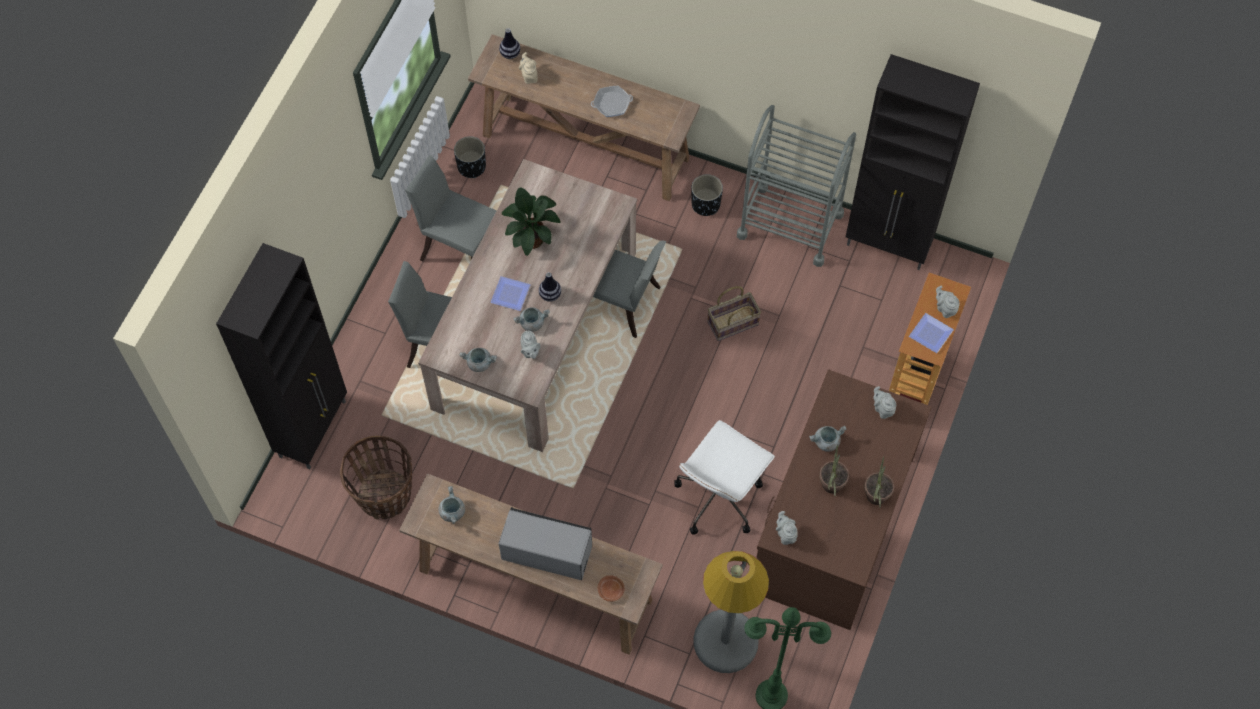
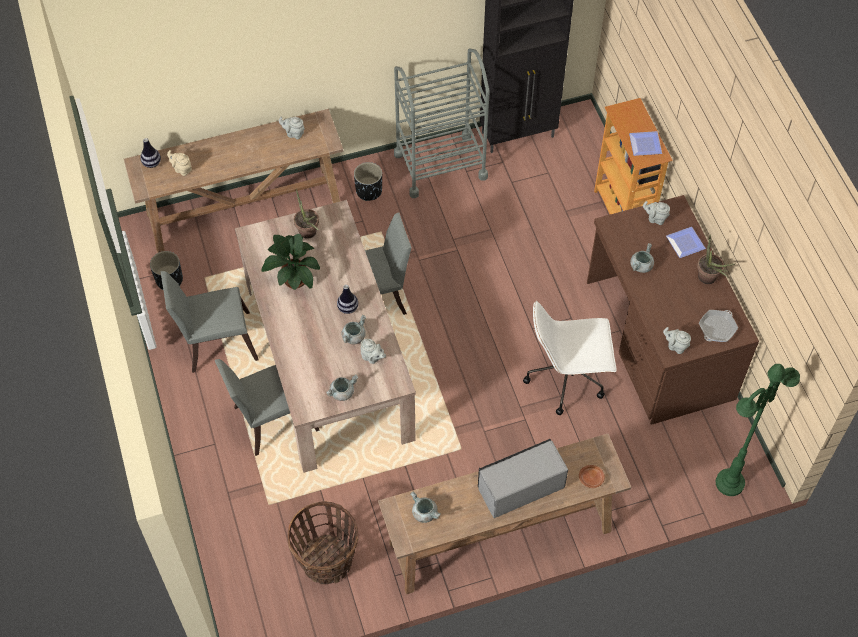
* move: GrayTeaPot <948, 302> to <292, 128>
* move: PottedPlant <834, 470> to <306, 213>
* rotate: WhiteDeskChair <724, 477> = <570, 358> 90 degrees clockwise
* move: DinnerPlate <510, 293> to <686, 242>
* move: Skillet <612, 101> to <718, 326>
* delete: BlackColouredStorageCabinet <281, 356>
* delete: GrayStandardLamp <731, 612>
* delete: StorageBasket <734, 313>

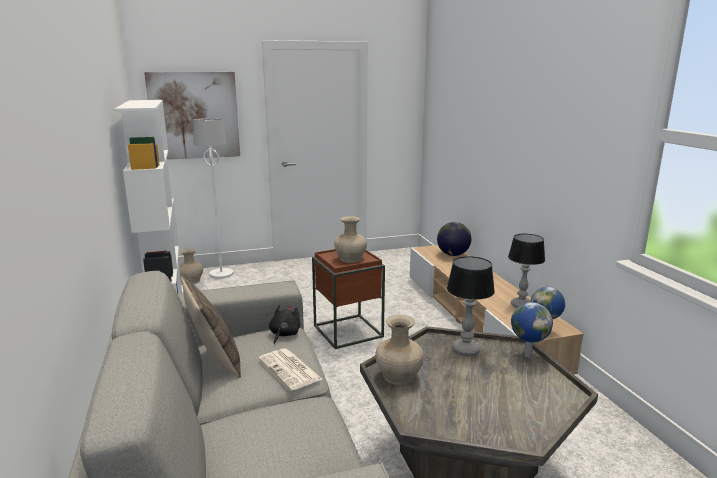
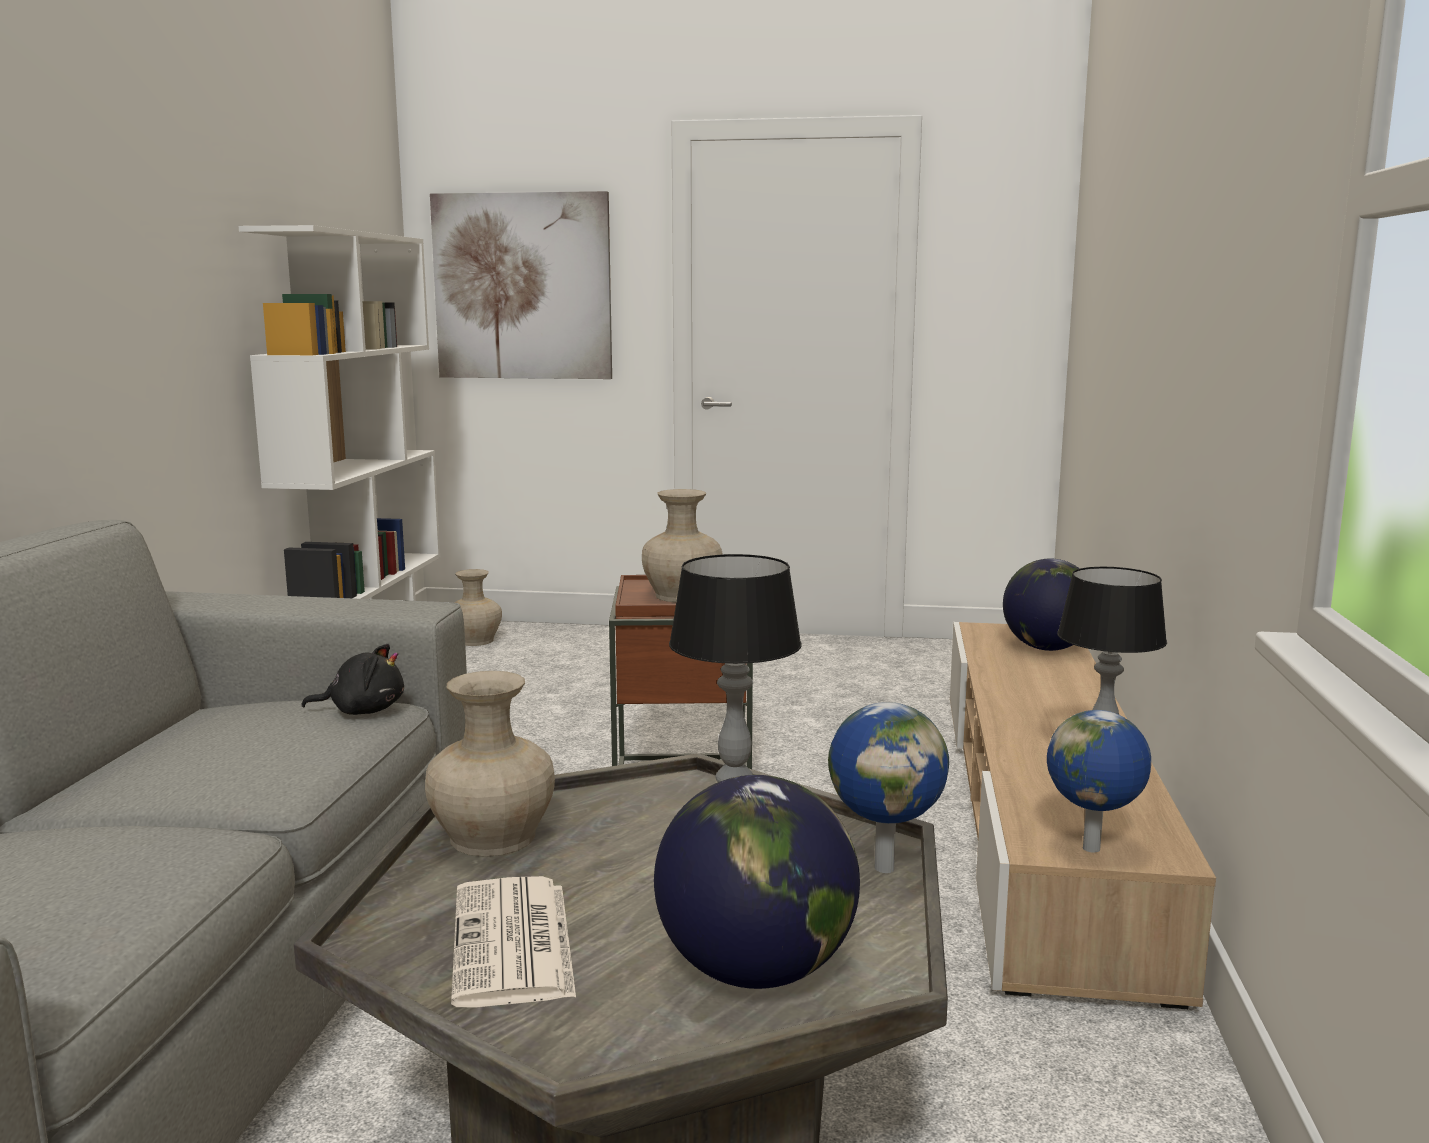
* rotate: BlackColouredSoftToy <284, 324> = <353, 679> 45 degrees clockwise
* move: PrintedPaper <290, 369> to <513, 942>
* insert: DeskGlobe <757, 882>
* delete: ThrowPillow <211, 327>
* delete: WhiteStandardLamp <213, 198>

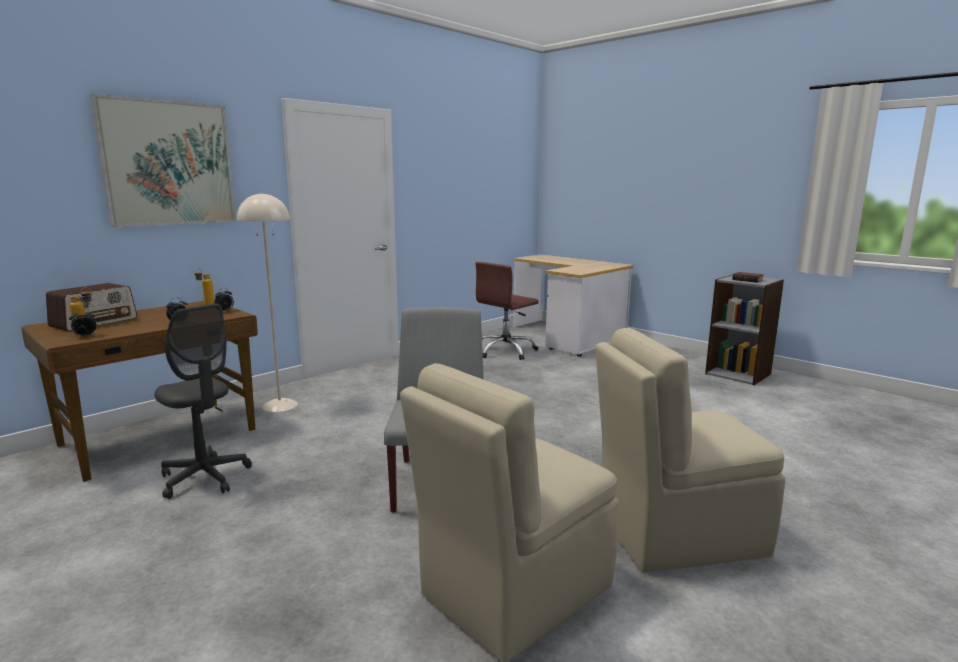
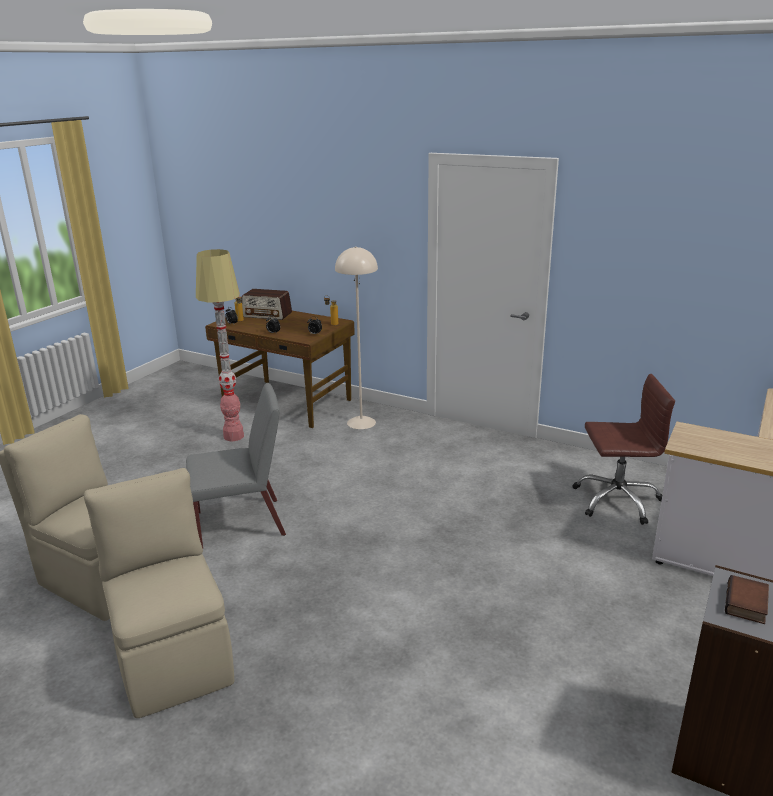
* replace: GrayDeskChair <203, 401> to StandardLamp <220, 345>
* rotate: BrownishDeskChair <507, 311> = <623, 449> 150 degrees clockwise
* delete: WallArt <163, 160>

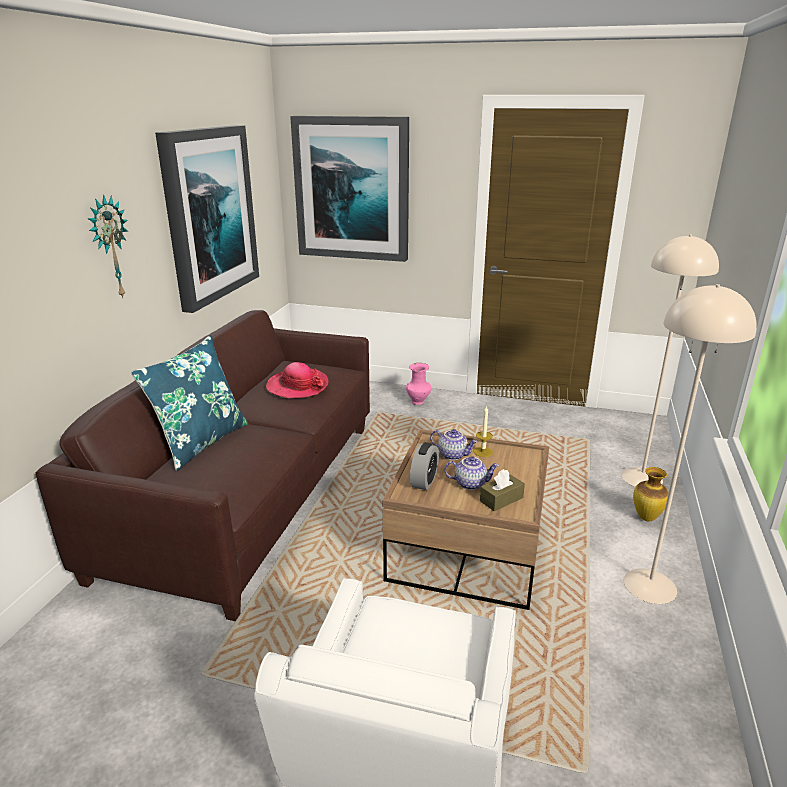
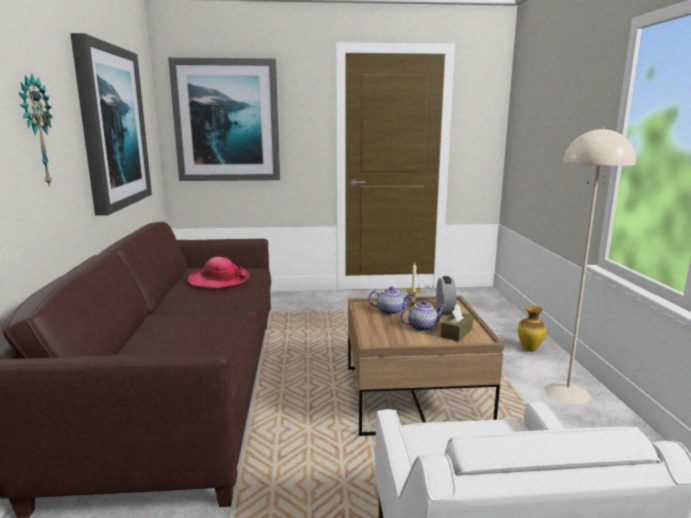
* move: TableClock <424, 466> to <446, 295>
* delete: BlueThrowPillow <189, 403>
* delete: PinkDecorativeVase <419, 384>
* delete: SandColouredStandardLamp <670, 361>

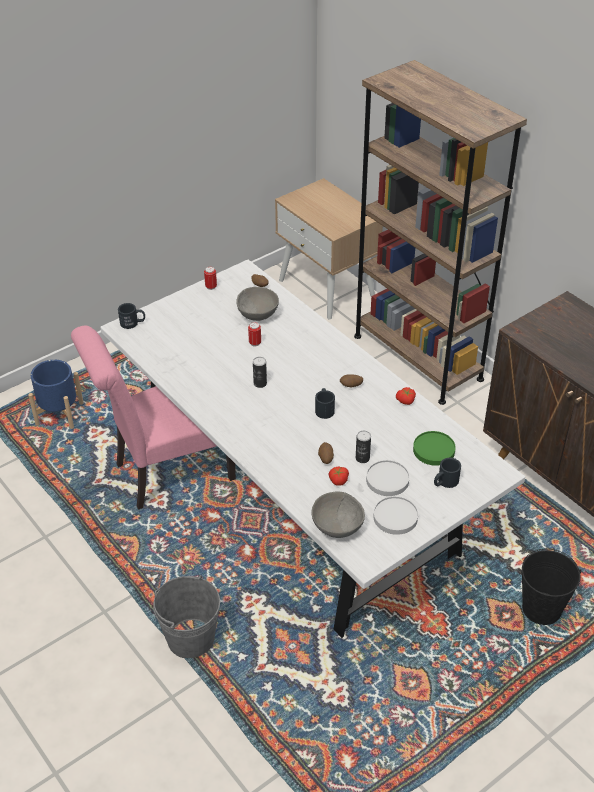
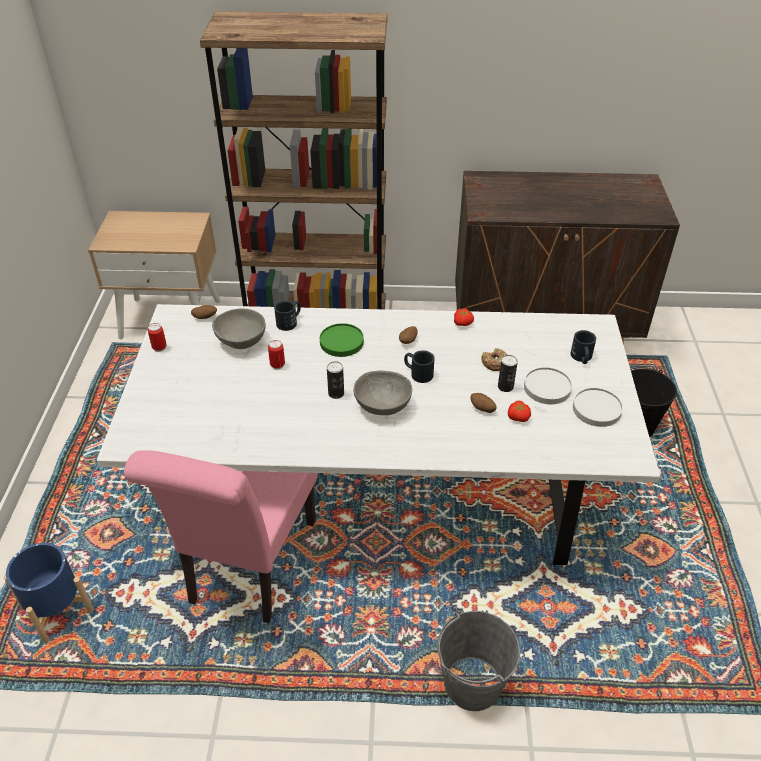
* move: BlackColouredCoffeeMug <131, 316> to <287, 315>
* move: GreenishDinnerPlate <434, 448> to <342, 340>
* move: GrayDeepDish <338, 515> to <382, 392>
* insert: Donut <494, 359>

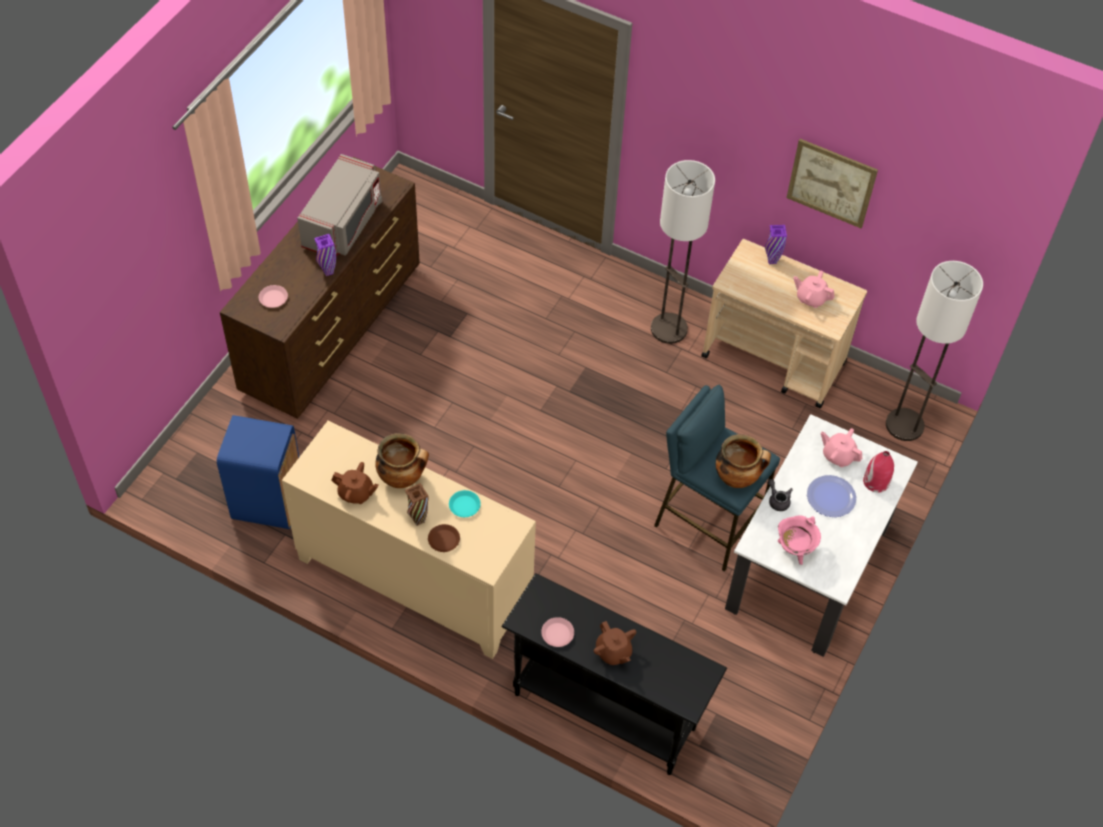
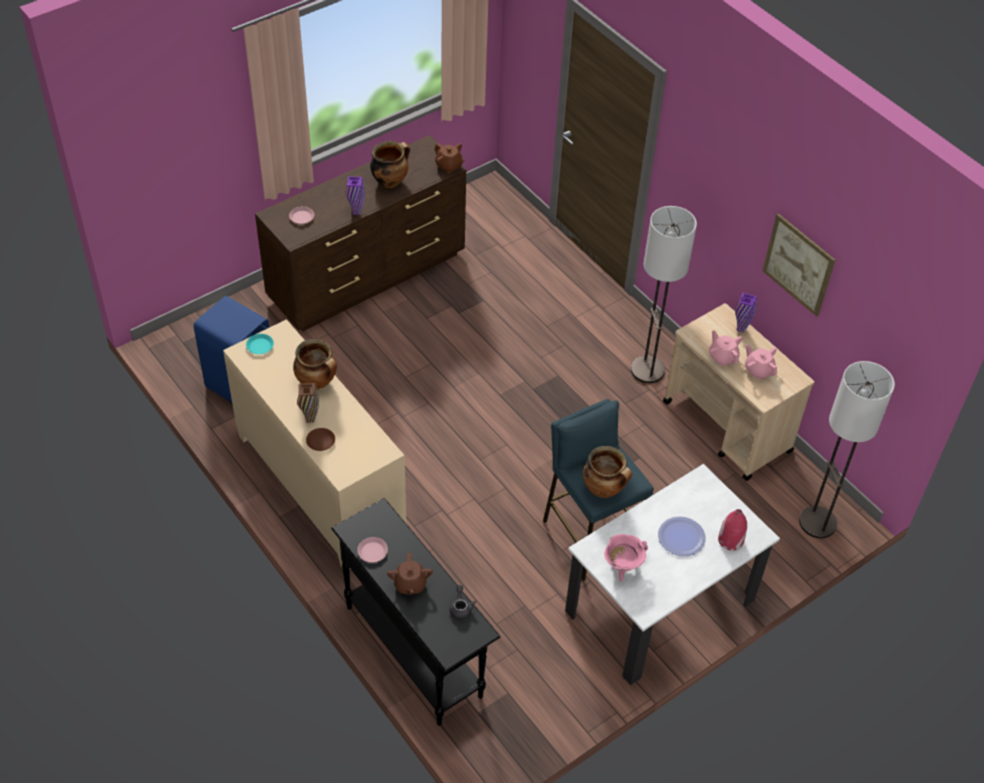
* move: TurquoiseDinnerPlate <465, 503> to <260, 344>
* replace: GrayMicrowaveOven <339, 205> to Saucepot <390, 164>
* move: BrownishTeaPot <354, 483> to <450, 158>
* move: GrayTeaPot <780, 495> to <463, 602>
* move: PinkTeaPot <841, 447> to <725, 348>

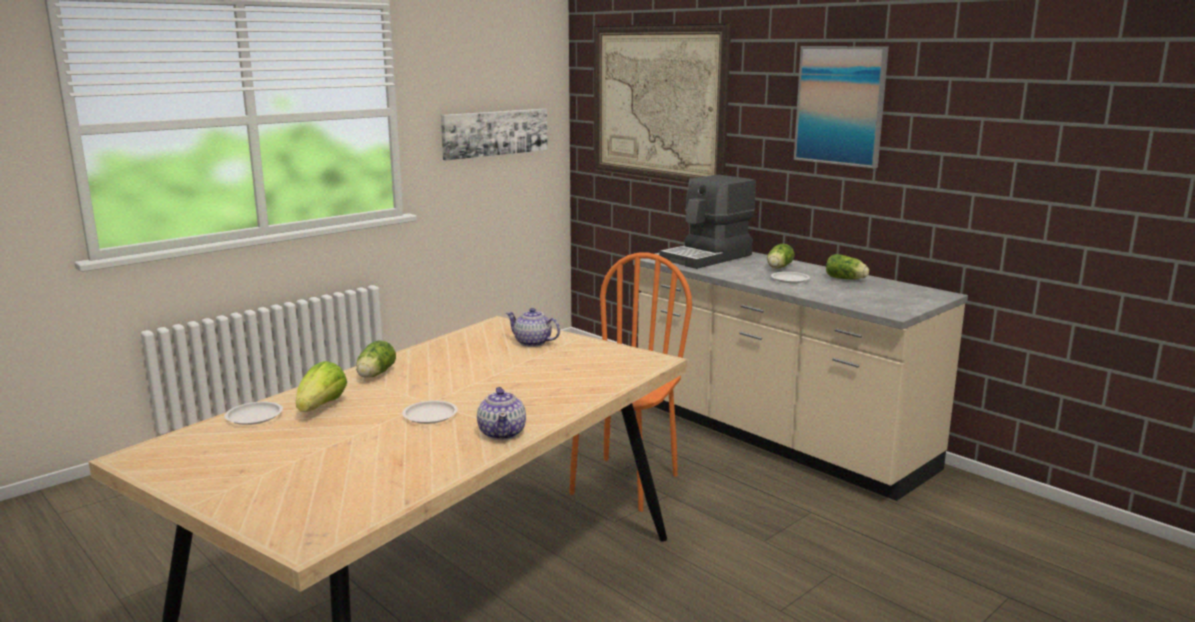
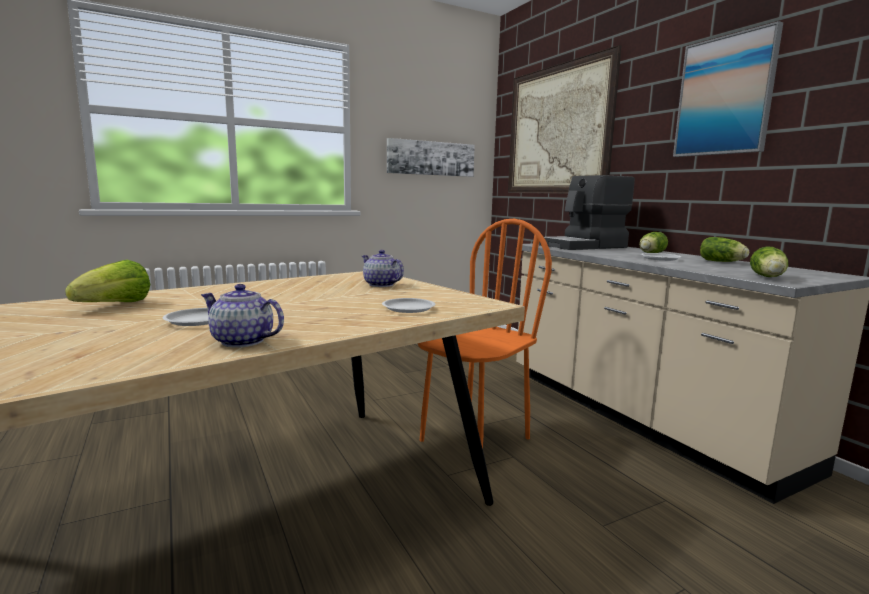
* rotate: TeaPot <501, 413> = <242, 315> 105 degrees clockwise
* move: WhiteDinnerPlate <253, 413> to <408, 305>
* move: Lettuce <376, 359> to <769, 261>

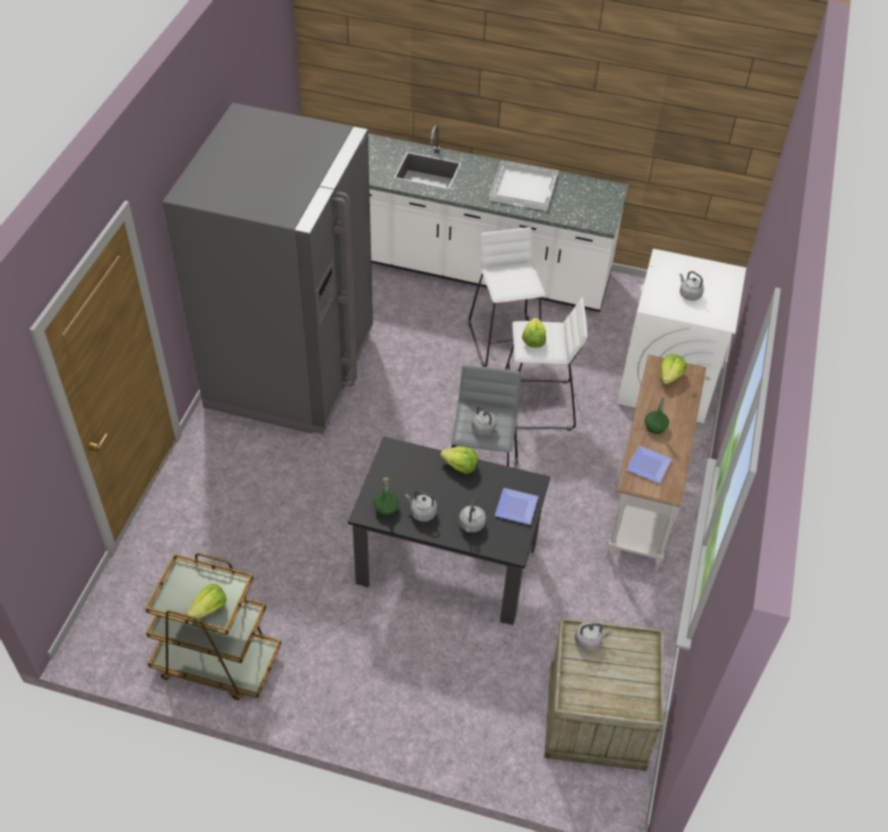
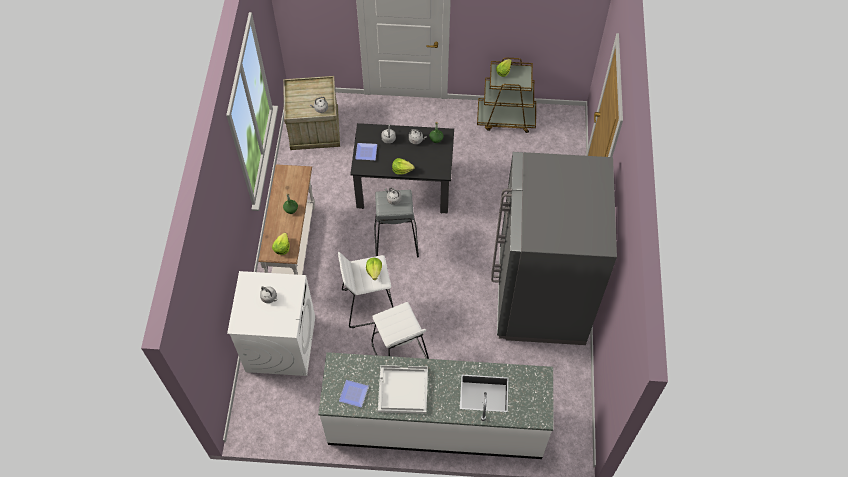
* move: DinnerPlate <649, 464> to <354, 393>

